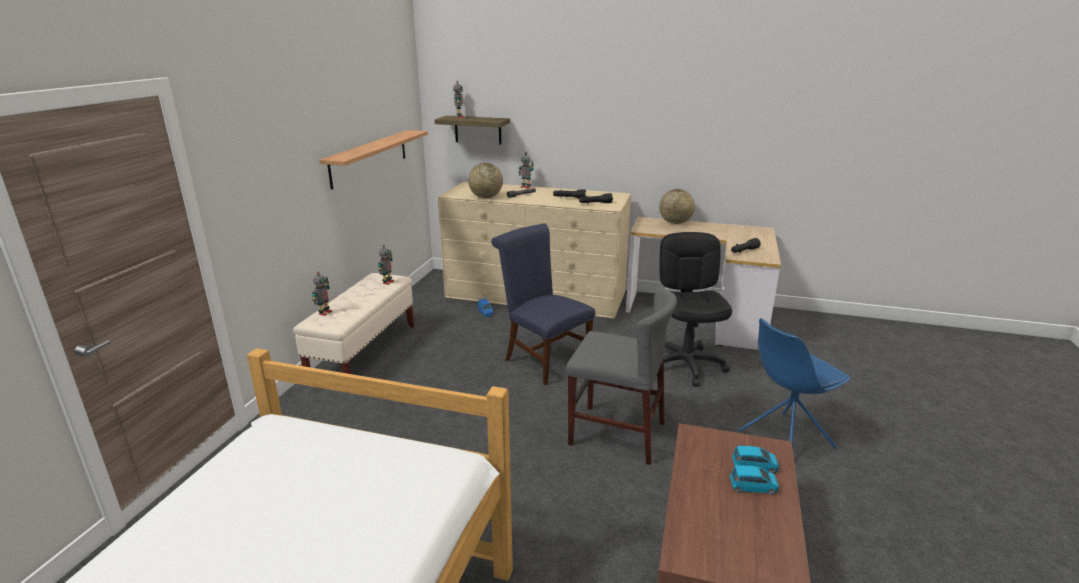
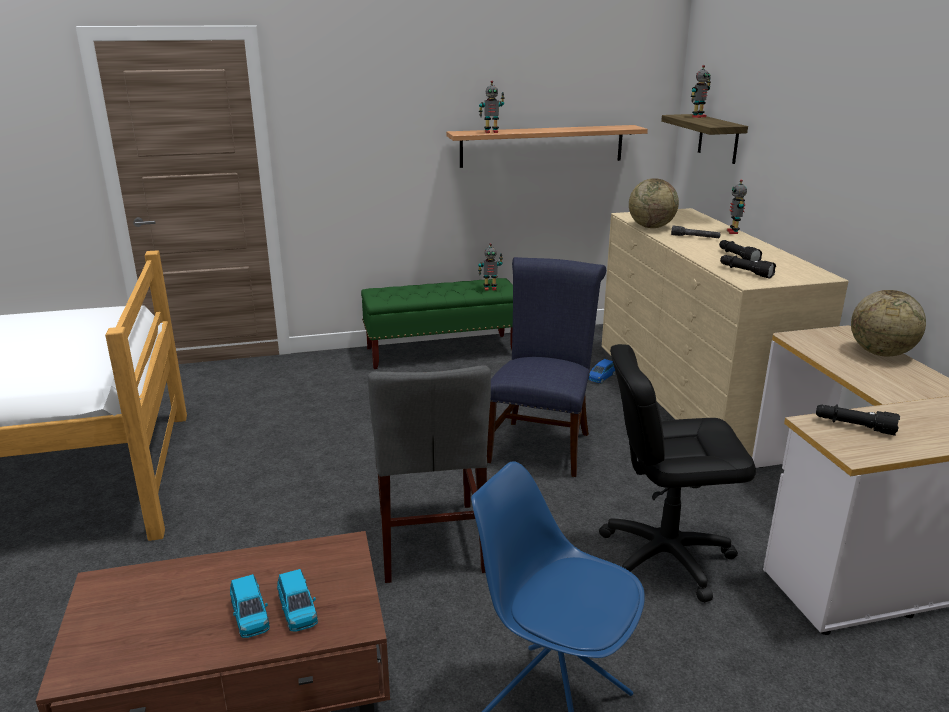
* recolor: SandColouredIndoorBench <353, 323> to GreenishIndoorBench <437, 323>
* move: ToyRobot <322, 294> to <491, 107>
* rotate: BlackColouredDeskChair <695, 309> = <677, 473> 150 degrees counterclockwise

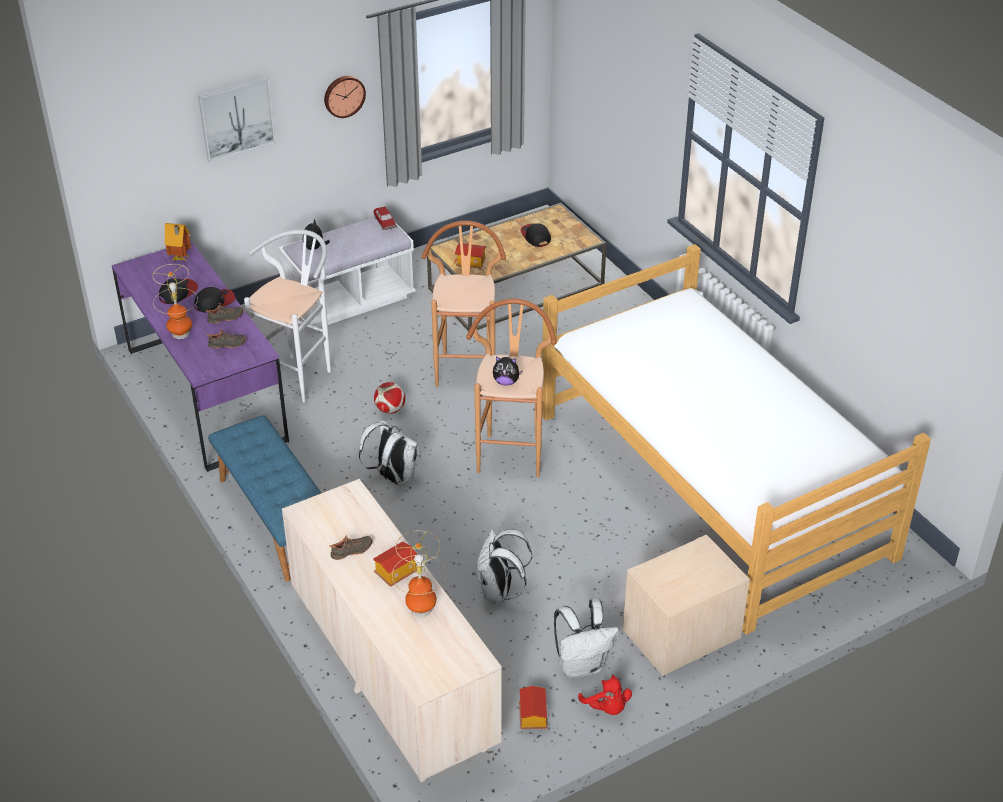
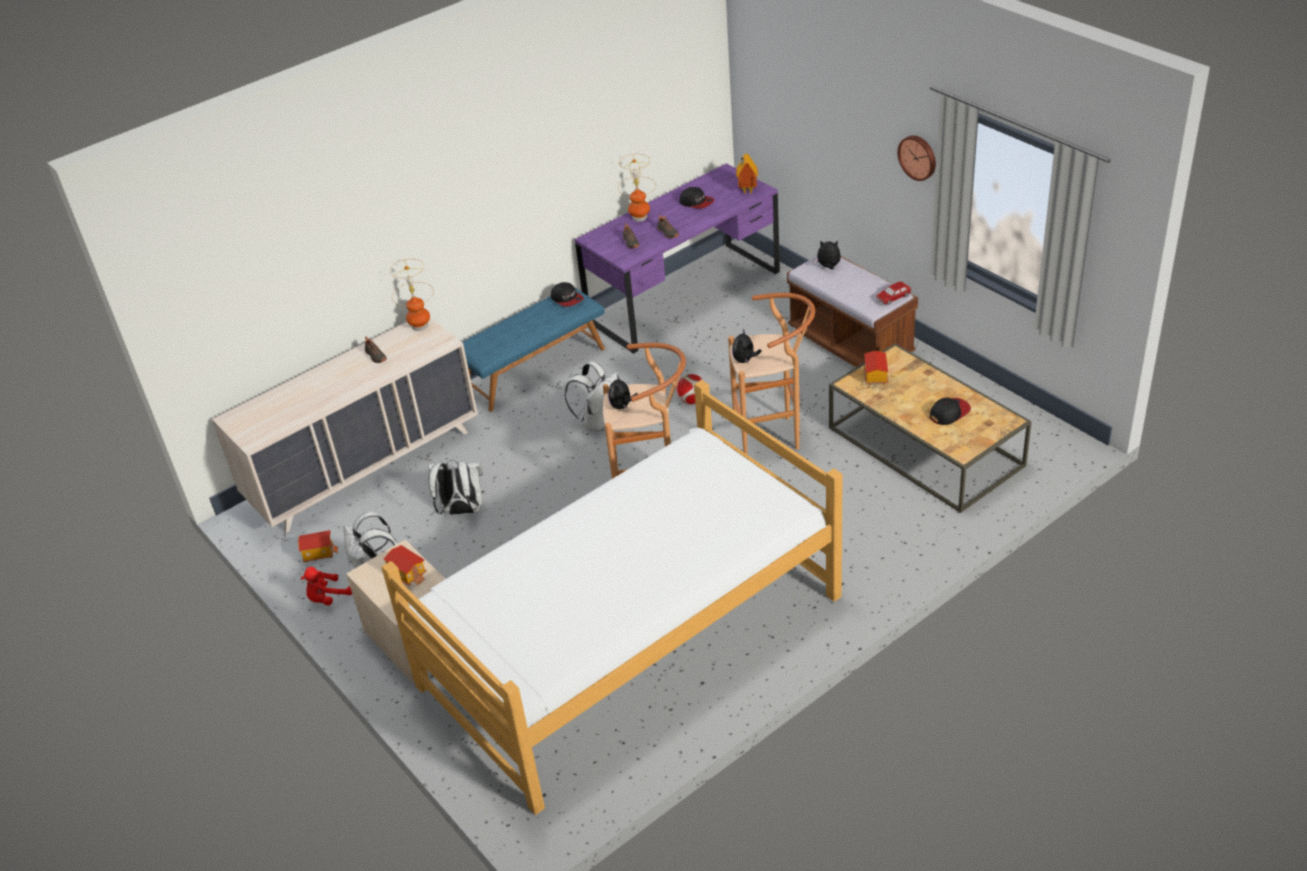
* move: ToyHouse <395, 564> to <405, 565>
* move: TableLamp <419, 573> to <412, 295>
* move: PeakedCap <214, 299> to <567, 294>
* insert: SoftToy <747, 346>
* recolor: WhiteIndoorBench <347, 273> to BrownishIndoorBench <852, 311>
* delete: WallArt <237, 119>
* delete: WhiteStoolSeat <287, 316>

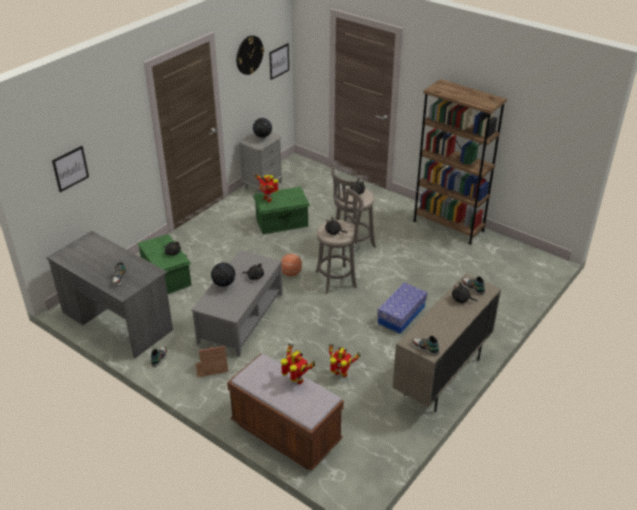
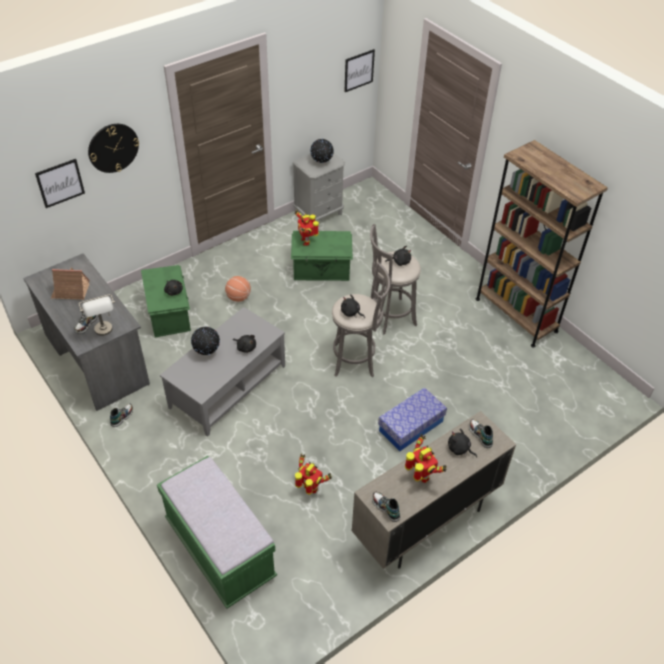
* move: ToyHouse <211, 361> to <70, 283>
* insert: GrayTableLamp <97, 315>
* move: WallClock <250, 55> to <113, 148>
* recolor: BrownishIndoorBench <285, 412> to GreenishIndoorBench <217, 532>
* move: BasketballBall <291, 265> to <238, 289>
* move: ToyRobot <298, 363> to <426, 458>

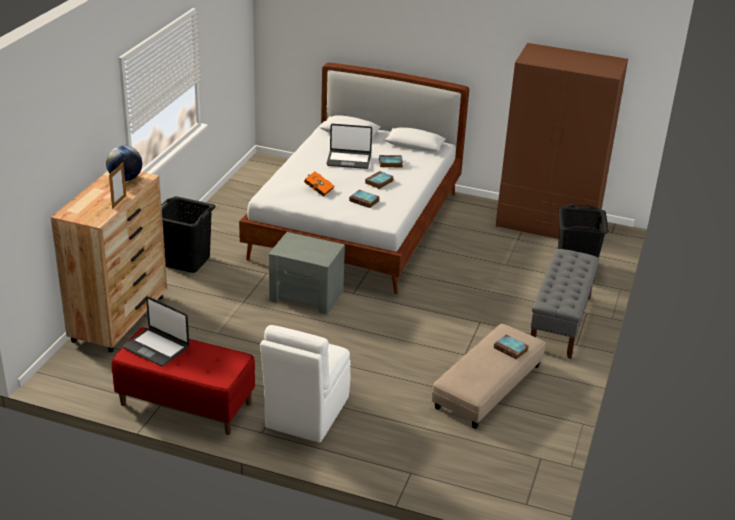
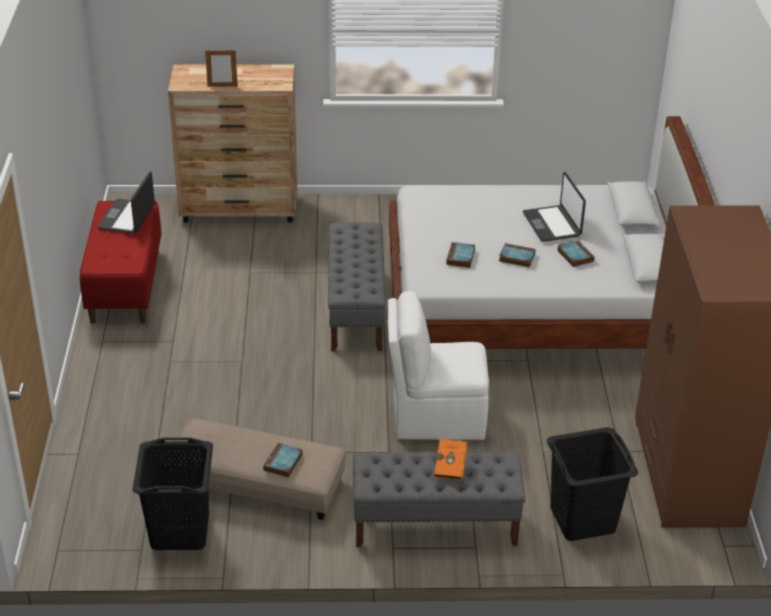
* move: BlackColouredWashingBasket <188, 234> to <172, 494>
* replace: GrayBedsideTable <307, 273> to GrayIndoorBench <357, 286>
* move: WhiteUprightChair <305, 383> to <438, 365>
* move: OrangeColouredBook <319, 184> to <450, 458>
* delete: DeskGlobe <124, 163>

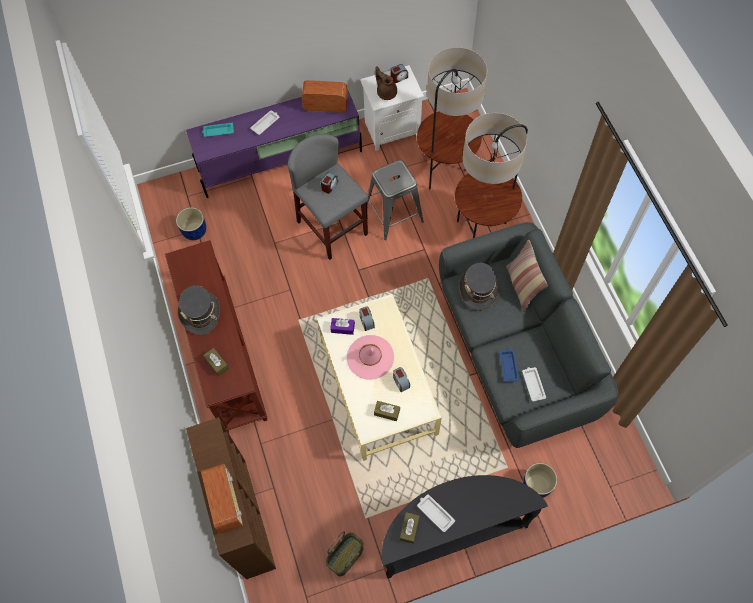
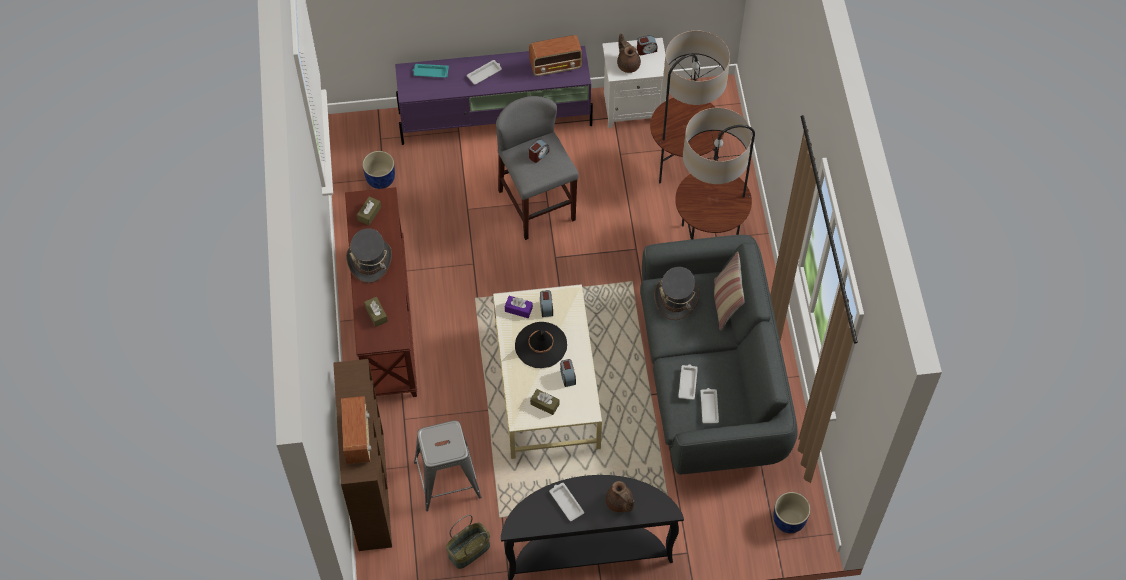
* move: BrownishTissueHolder <410, 528> to <369, 210>
* move: GrayStoolSeat <395, 200> to <447, 465>
* recolor: PinkHat <370, 357> to BlackColouredHat <541, 345>
* rotate: Radio <325, 96> = <555, 55> 150 degrees clockwise
* insert: BrownishTeaPot <620, 496>
* recolor: BlueServingTray <509, 365> to WhiteServingTray <688, 382>
* move: BlueFlowerPot <540, 480> to <791, 512>

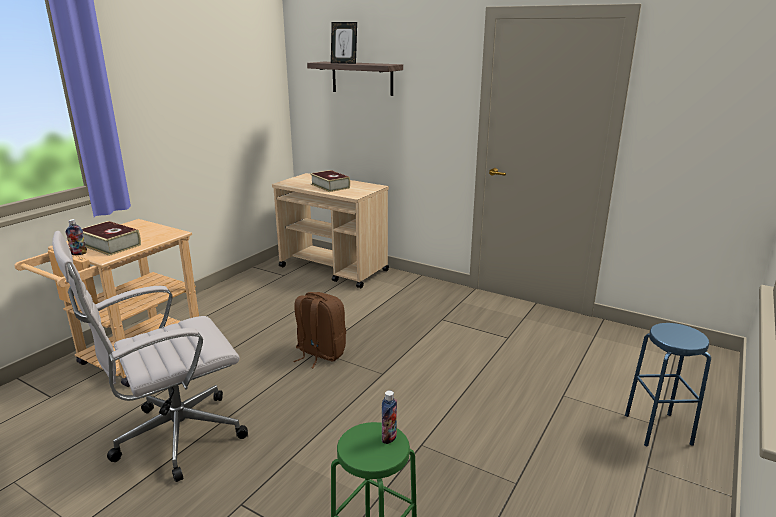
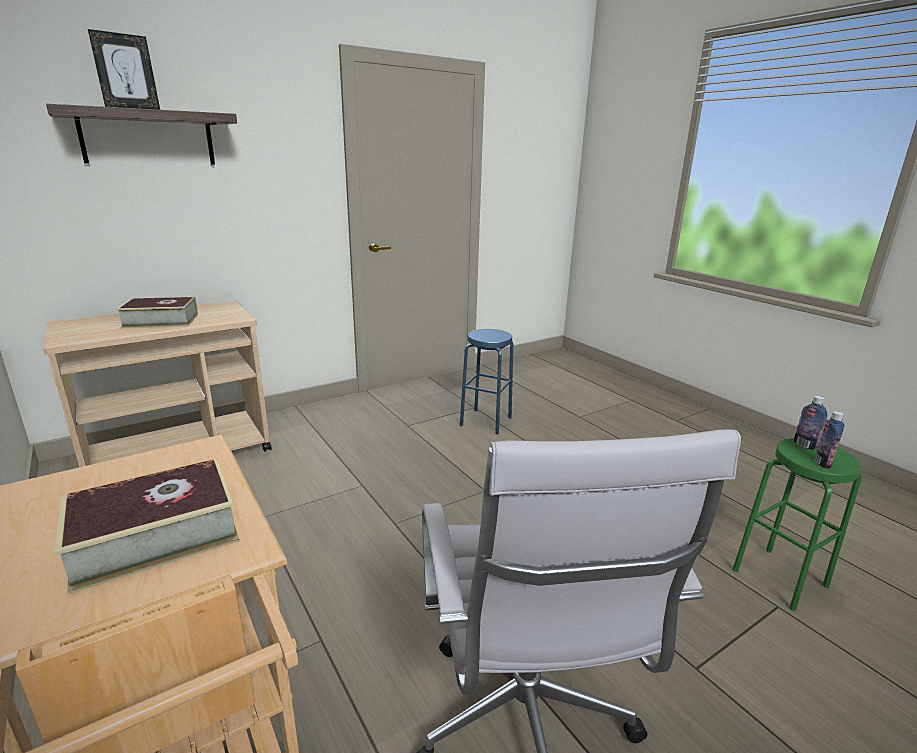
* move: BlueStoolSeat <668, 384> to <486, 381>
* move: Bottle <76, 237> to <829, 440>
* delete: BrownishRucksack <319, 330>

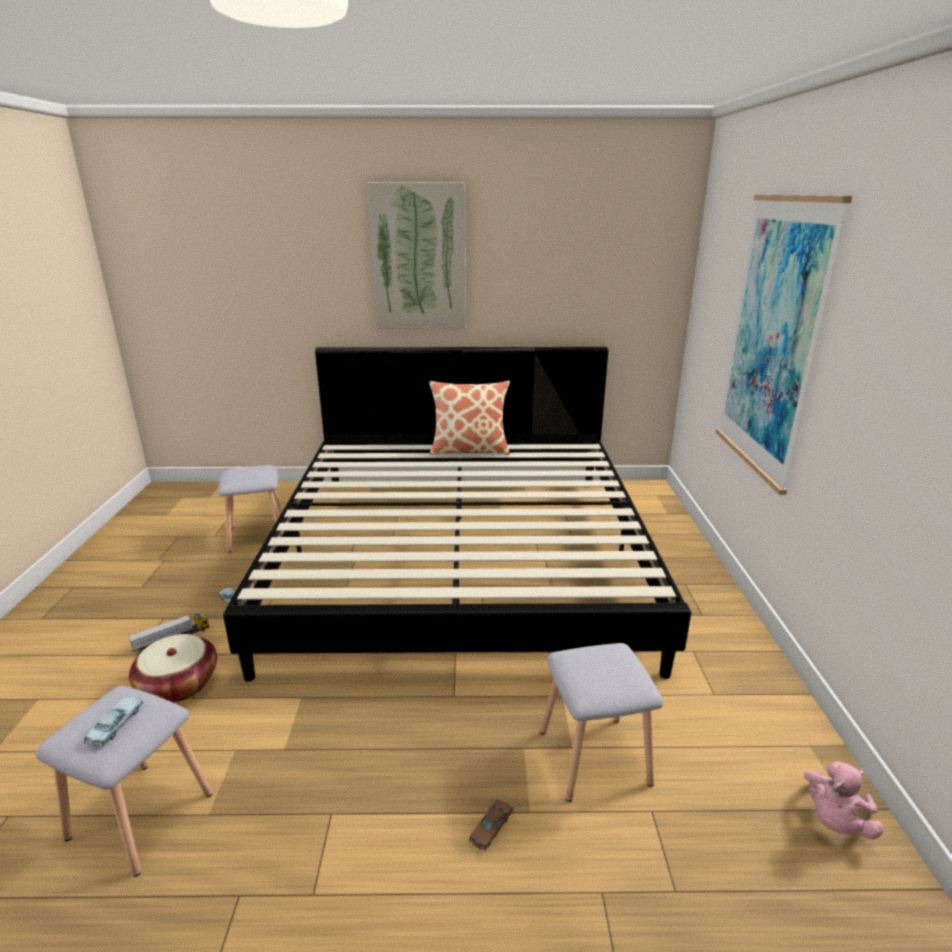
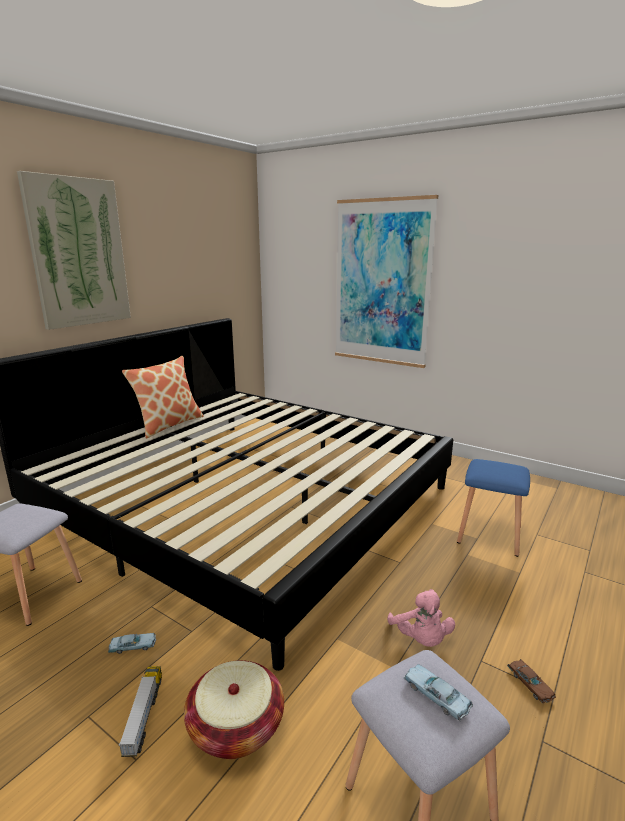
* move: PinkSoftToy <843, 800> to <421, 618>
* recolor: GrayStoolSeat <602, 722> to BlueStoolSeat <493, 508>
* move: BrownishToyCar <491, 825> to <531, 681>

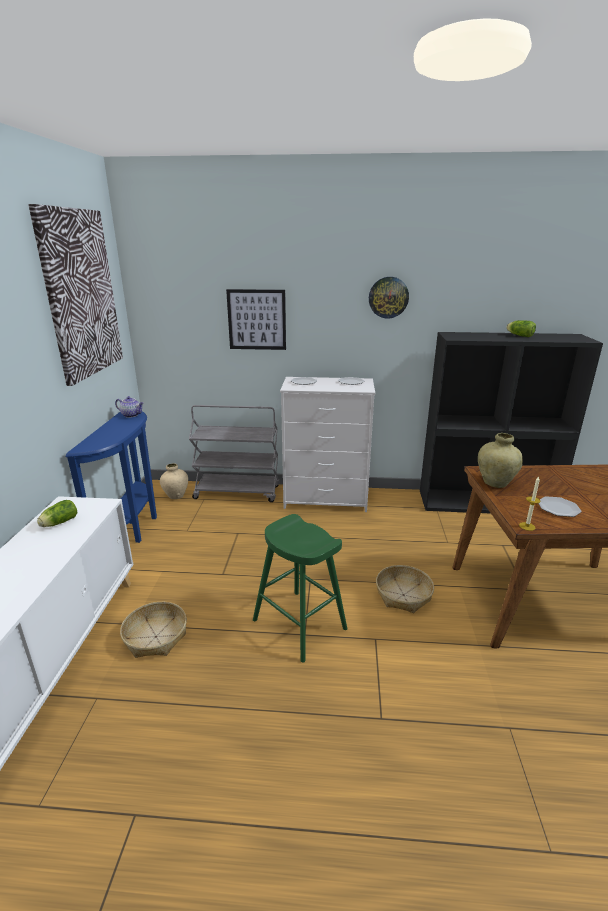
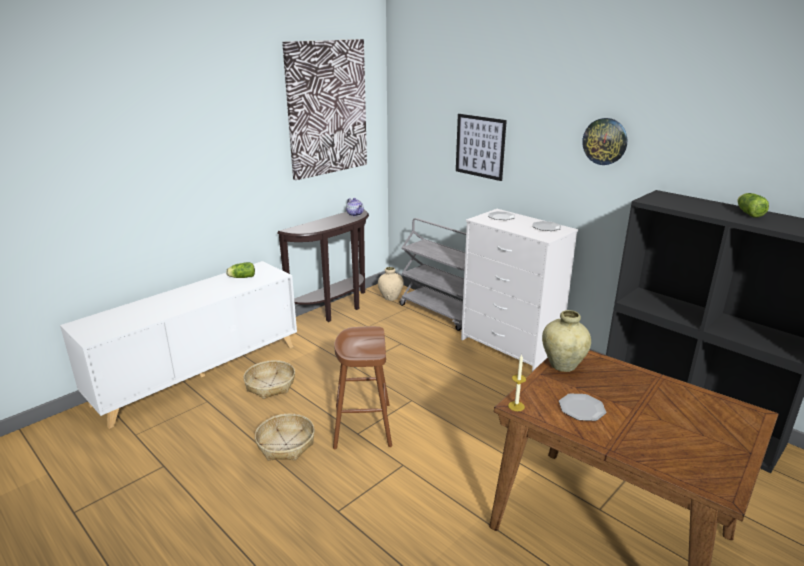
* move: StorageBasket <405, 589> to <285, 437>
* recolor: BlueConsoleTable <111, 477> to BrownishConsoleTable <323, 266>
* recolor: GreenishStoolSeat <300, 588> to BrownishStoolSeat <362, 387>

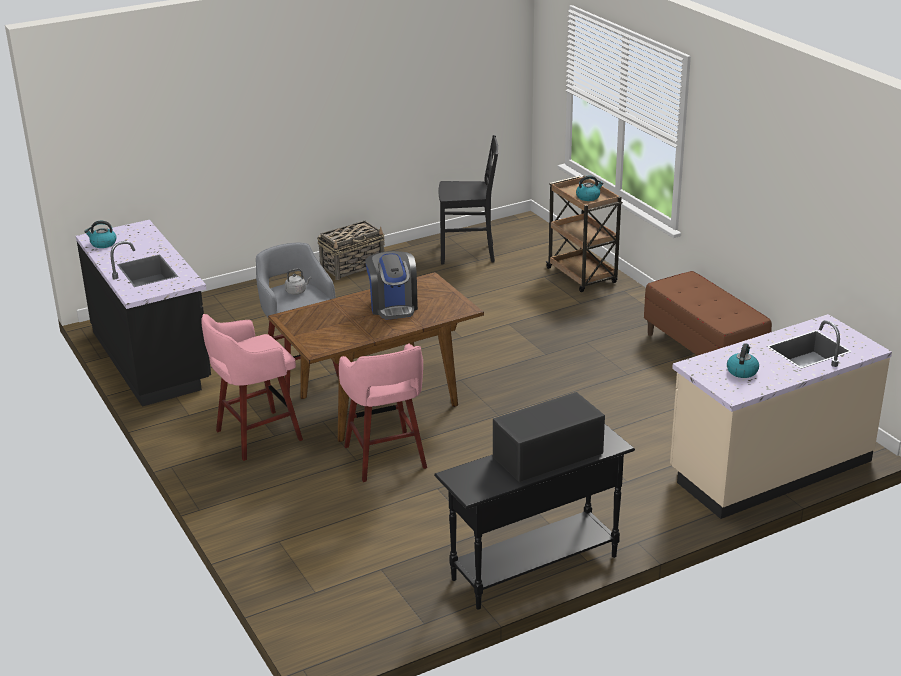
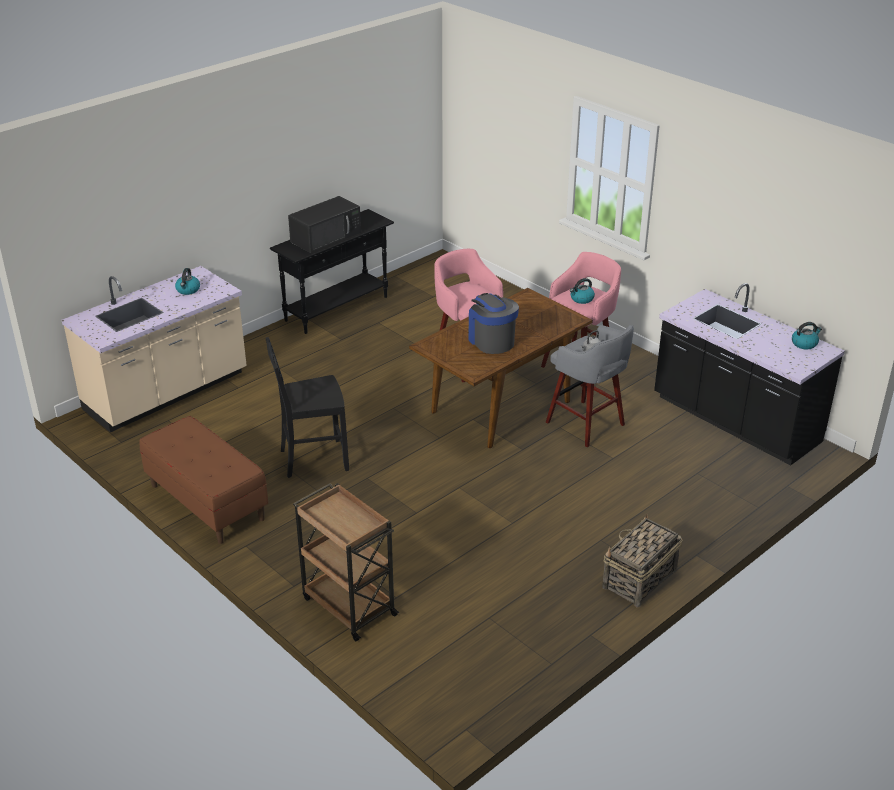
* move: BlackColouredUprightChair <468, 199> to <307, 407>
* move: TeaKettle <589, 188> to <582, 291>

